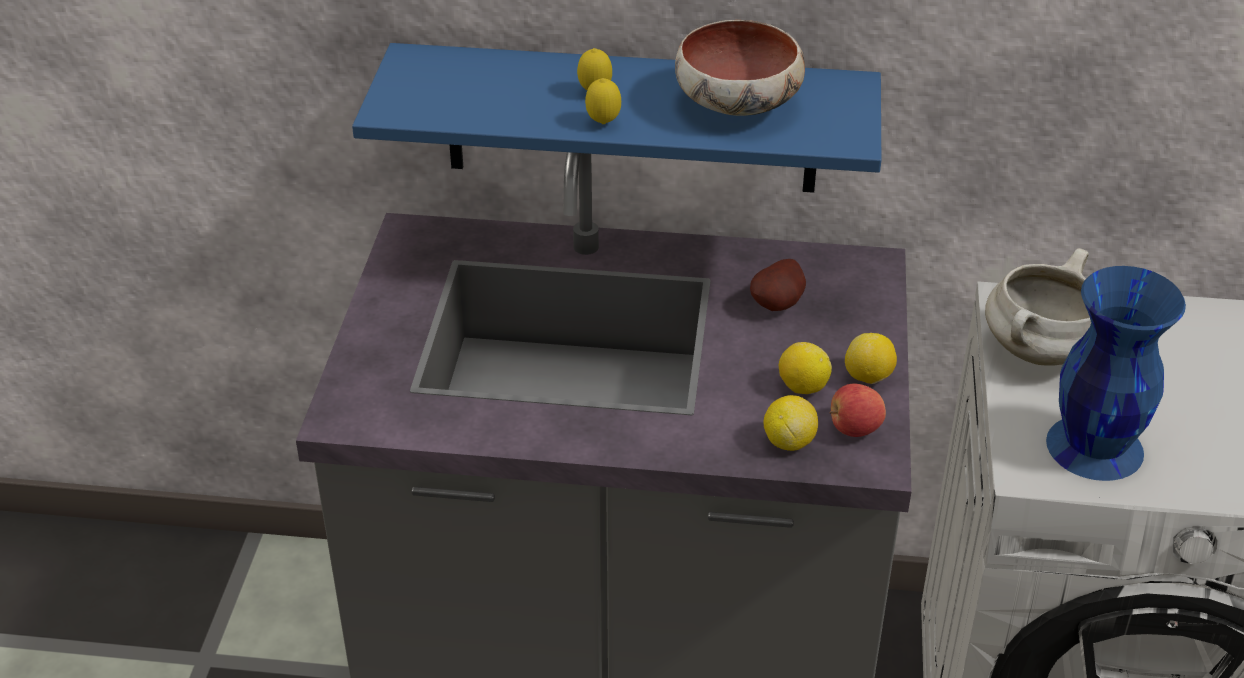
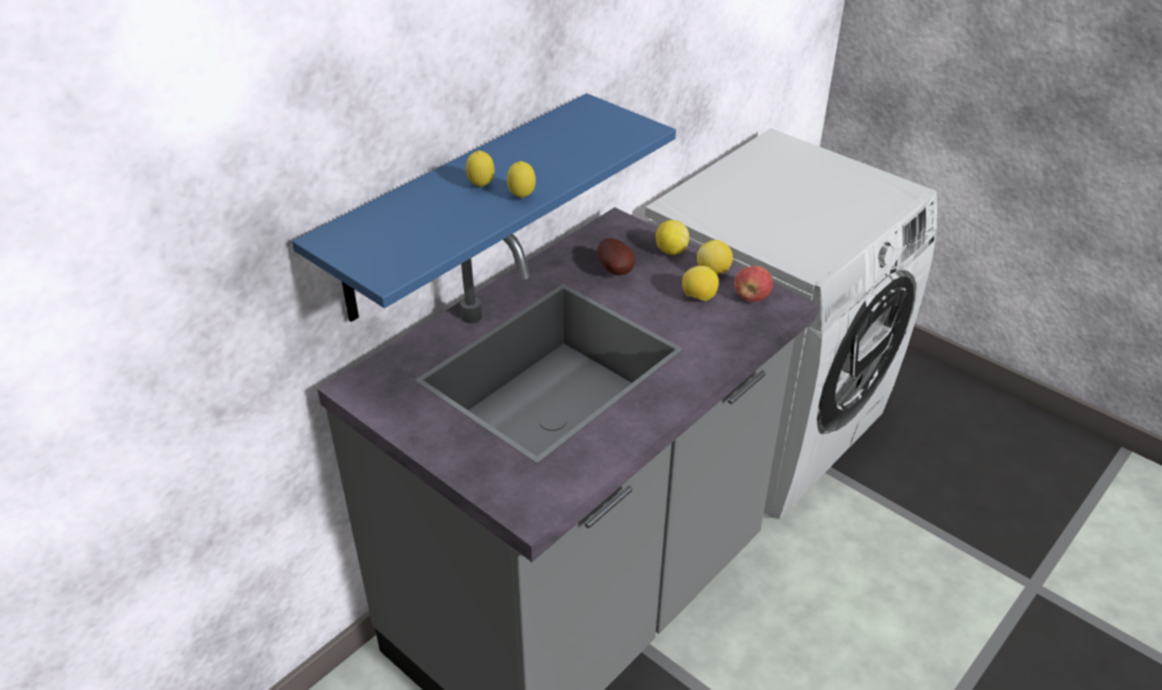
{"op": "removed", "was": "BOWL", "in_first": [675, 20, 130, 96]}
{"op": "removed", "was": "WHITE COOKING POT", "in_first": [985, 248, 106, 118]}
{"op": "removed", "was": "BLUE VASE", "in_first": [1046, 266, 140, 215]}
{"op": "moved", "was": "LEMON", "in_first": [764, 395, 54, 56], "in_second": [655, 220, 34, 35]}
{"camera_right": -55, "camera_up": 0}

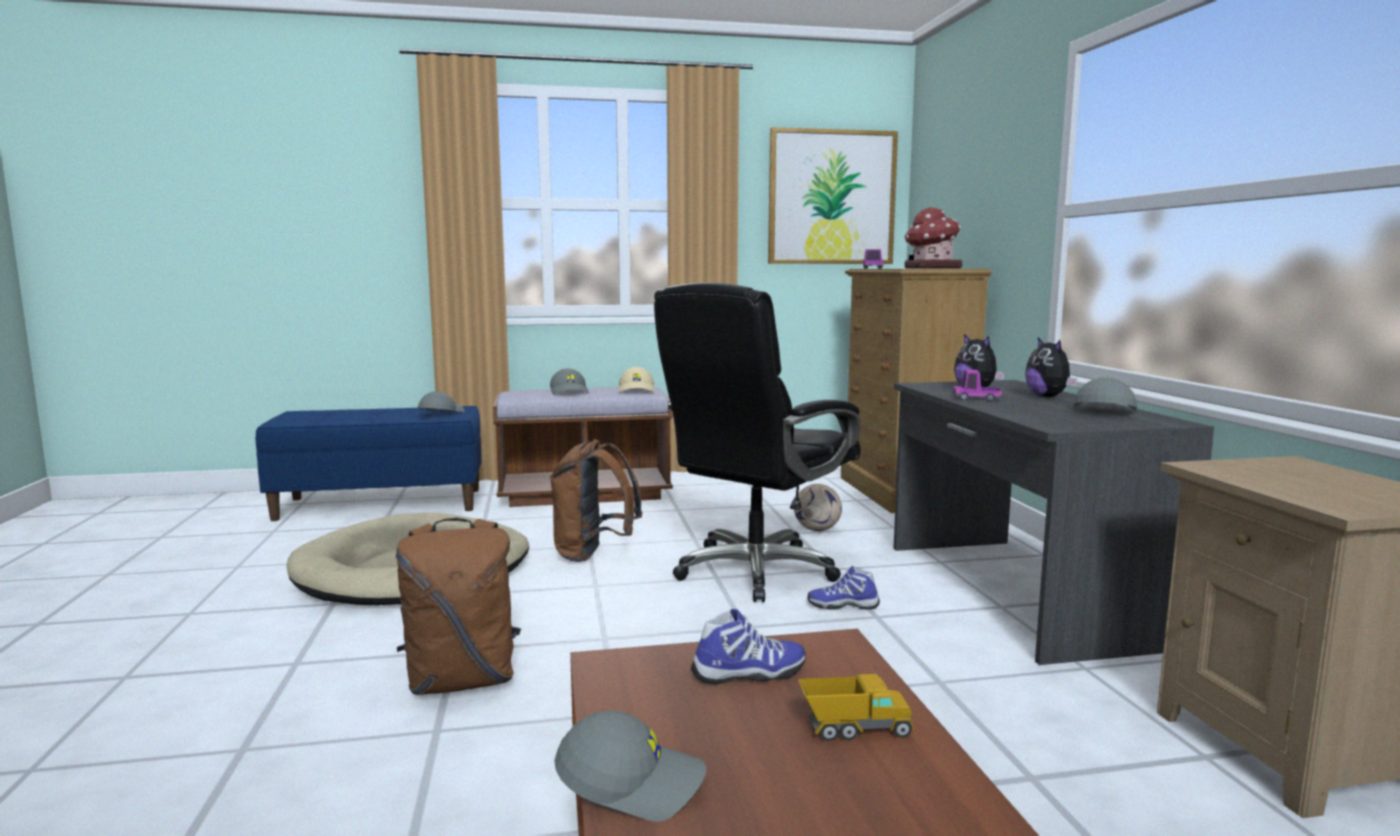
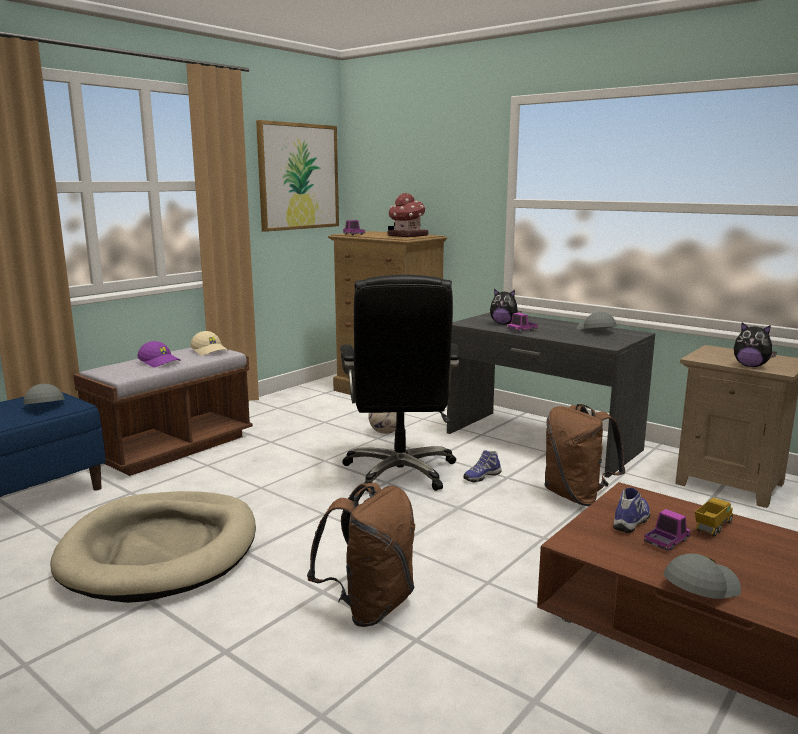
{"op": "added", "now": "TOY TRUCK", "in_second": [644, 509, 47, 42]}
{"op": "moved", "was": "BROWN BACKPACK", "in_first": [550, 439, 93, 123], "in_second": [544, 404, 82, 102]}
{"op": "moved", "was": "PLUSH TOY", "in_first": [1025, 337, 52, 60], "in_second": [734, 322, 43, 45]}
{"op": "recoloured", "was": "GREY CAP", "now": "PURPLE CAP", "in_first": [550, 368, 39, 27], "in_second": [137, 341, 44, 27]}
{"camera_right": -40, "camera_up": 5}

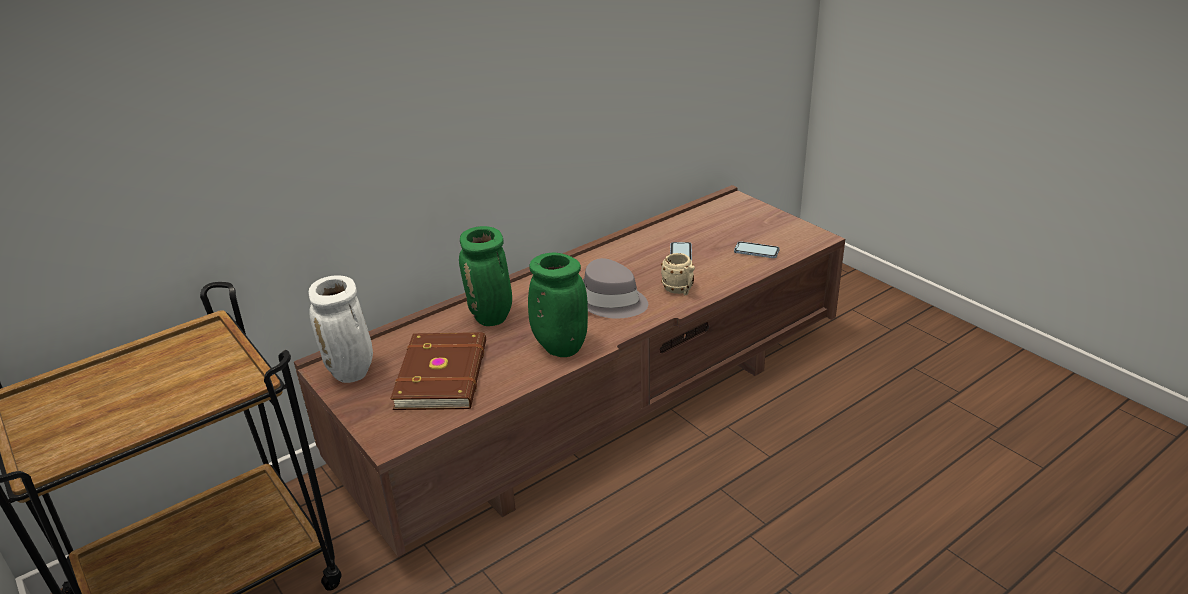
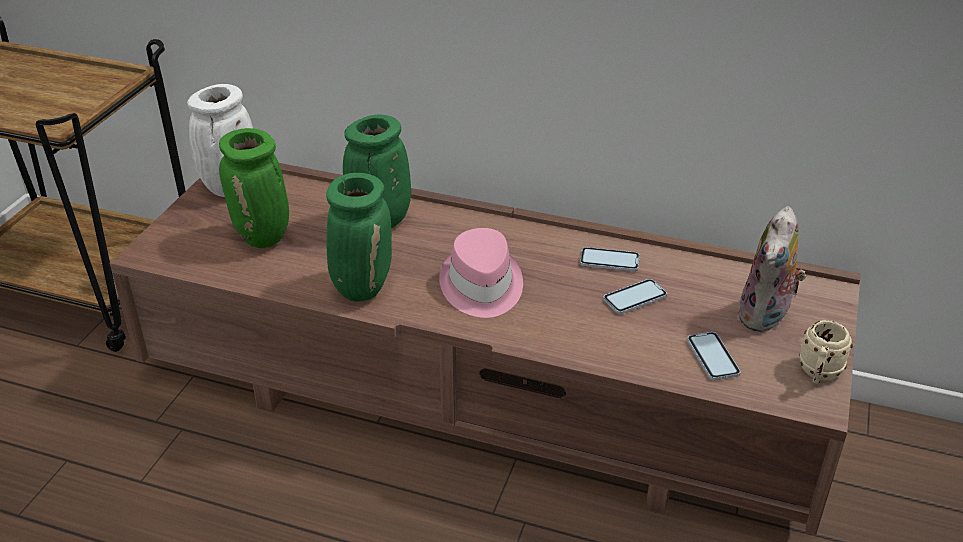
{"op": "added", "now": "PHONE", "in_second": [580, 247, 60, 24]}
{"op": "added", "now": "PLUSH TOY", "in_second": [738, 206, 68, 127]}
{"op": "moved", "was": "BEIGE MUG", "in_first": [661, 253, 34, 42], "in_second": [799, 320, 54, 64]}
{"op": "replaced", "was": "BROWN BOOK", "now": "GREEN VASE", "in_first": [390, 332, 96, 78], "in_second": [219, 128, 70, 120]}
{"op": "recoloured", "was": "GREY HAT", "now": "PINK HAT", "in_first": [583, 258, 65, 61], "in_second": [439, 228, 84, 90]}
{"camera_right": 55, "camera_up": 5}

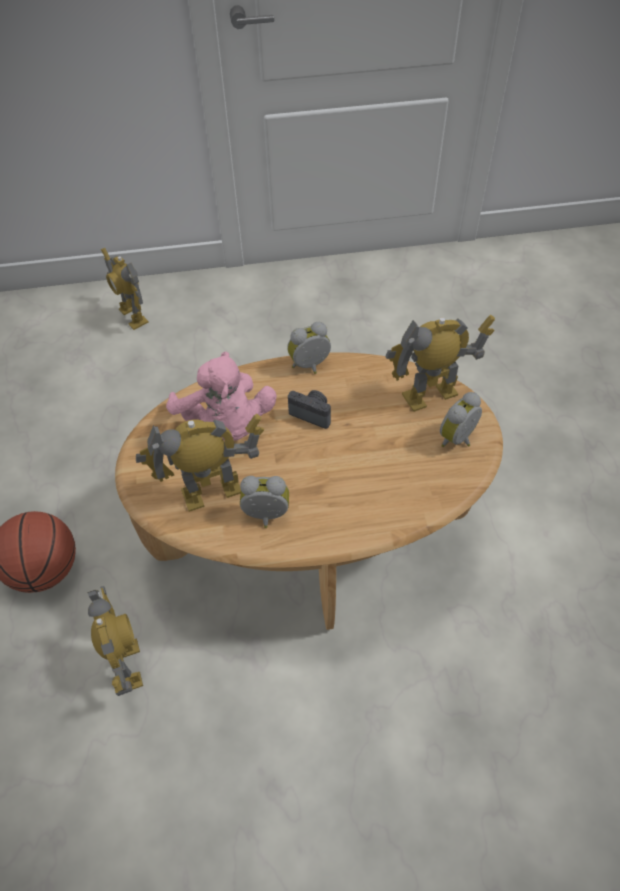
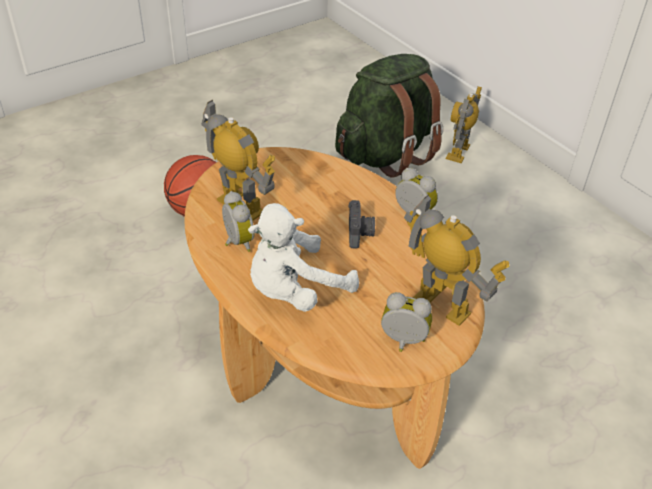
{"op": "removed", "was": "TOY ROBOT", "in_first": [87, 586, 56, 110]}
{"op": "removed", "was": "PINK PLUSH TOY", "in_first": [166, 352, 111, 88]}
{"op": "added", "now": "WHITE PLUSH TOY", "in_second": [248, 203, 111, 109]}
{"op": "added", "now": "GREEN BACKPACK", "in_second": [335, 54, 108, 124]}
{"camera_right": 60, "camera_up": -10}

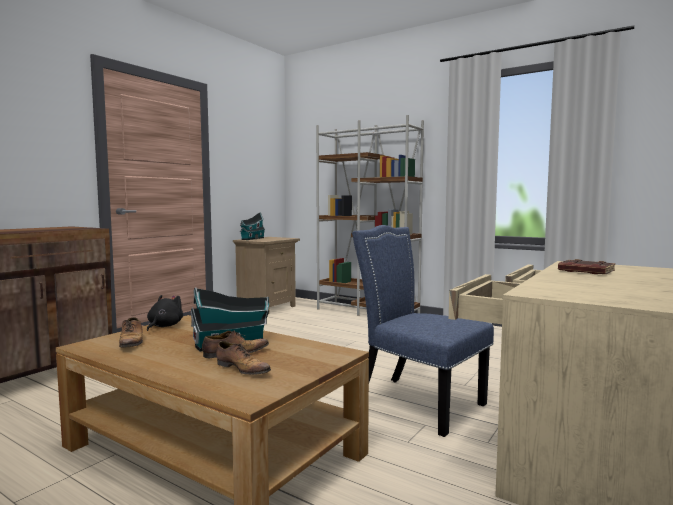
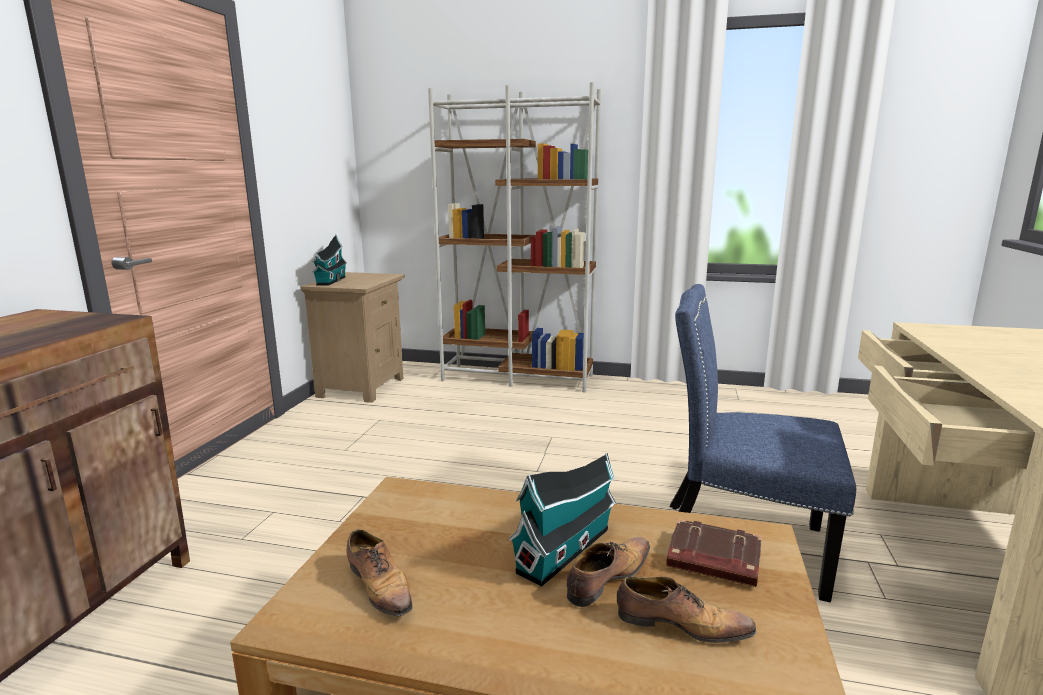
{"op": "removed", "was": "BLACK PLUSH TOY", "in_first": [147, 295, 36, 36]}
{"op": "moved", "was": "BROWN BOOK", "in_first": [558, 259, 57, 15], "in_second": [666, 519, 96, 68]}
{"camera_right": -20, "camera_up": 10}

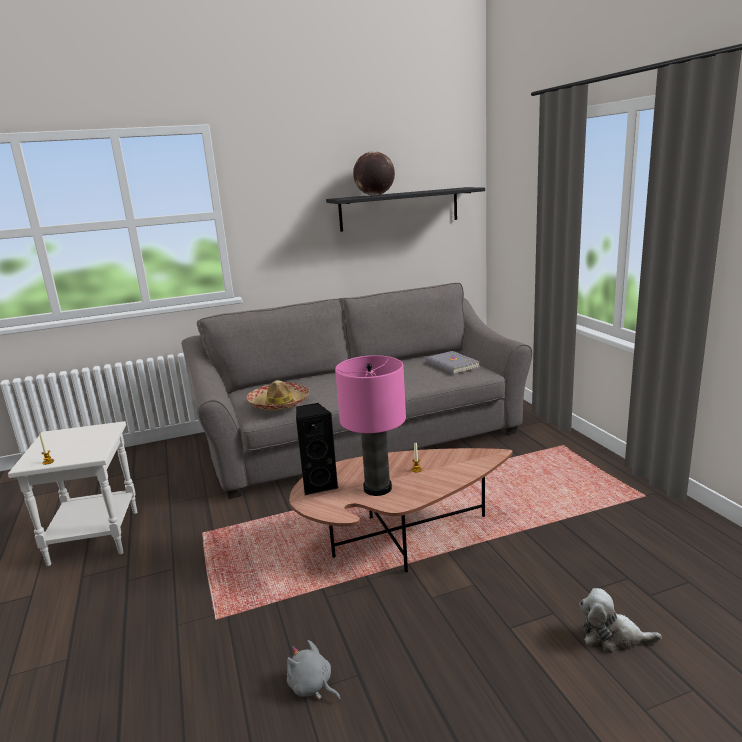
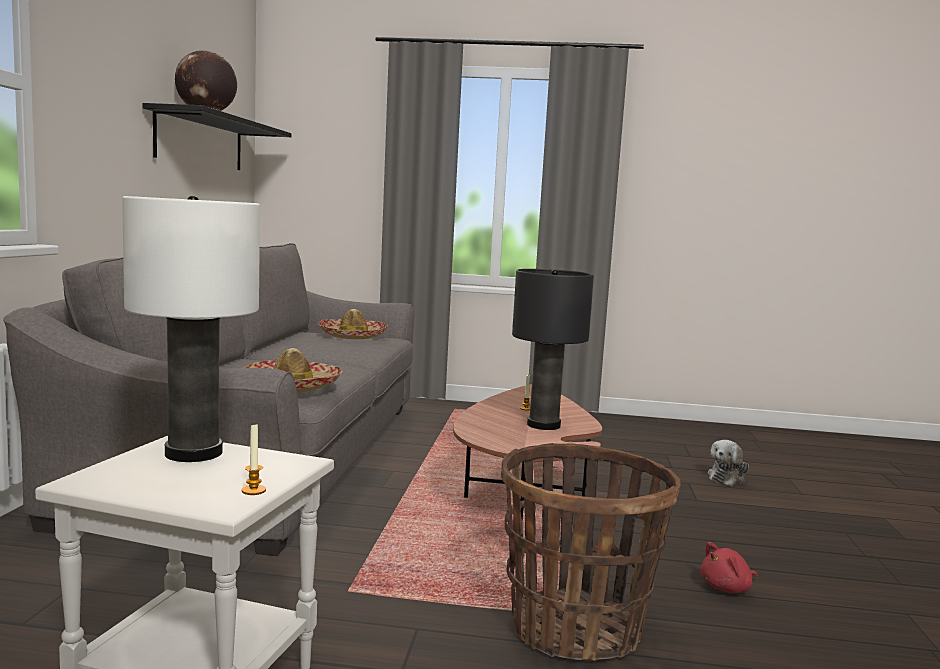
{"op": "removed", "was": "BLACK SPEAKER", "in_first": [296, 403, 43, 92]}
{"op": "added", "now": "WHITE TABLE LAMP", "in_second": [122, 196, 138, 266]}
{"op": "added", "now": "BASKET", "in_second": [501, 443, 179, 218]}
{"op": "replaced", "was": "GREY BOOK", "now": "HAT", "in_first": [426, 351, 54, 23], "in_second": [318, 309, 70, 30]}
{"op": "recoloured", "was": "GREY PLUSH TOY", "now": "RED PLUSH TOY", "in_first": [287, 640, 54, 61], "in_second": [700, 542, 58, 51]}
{"op": "recoloured", "was": "PINK TABLE LAMP", "now": "BLACK TABLE LAMP", "in_first": [335, 355, 71, 141], "in_second": [512, 269, 82, 161]}
{"camera_right": -65, "camera_up": -10}

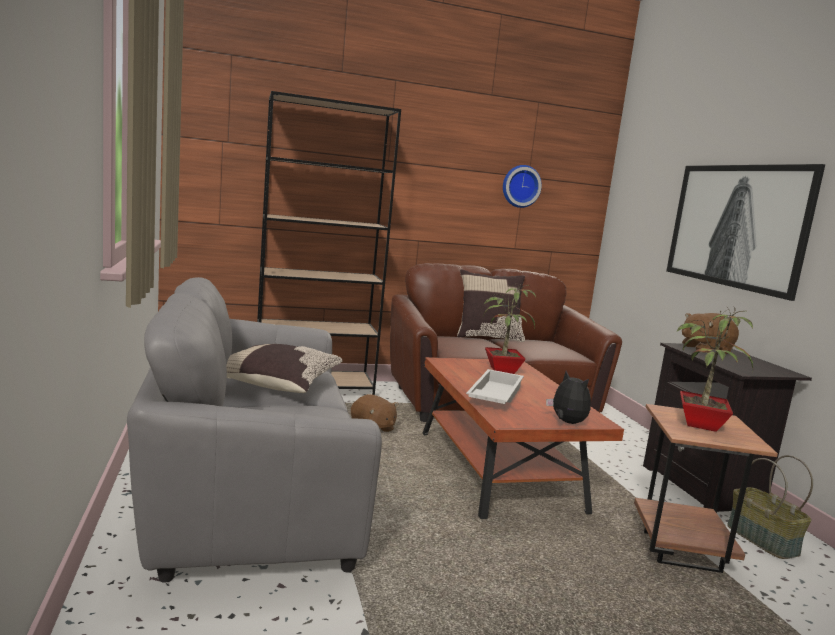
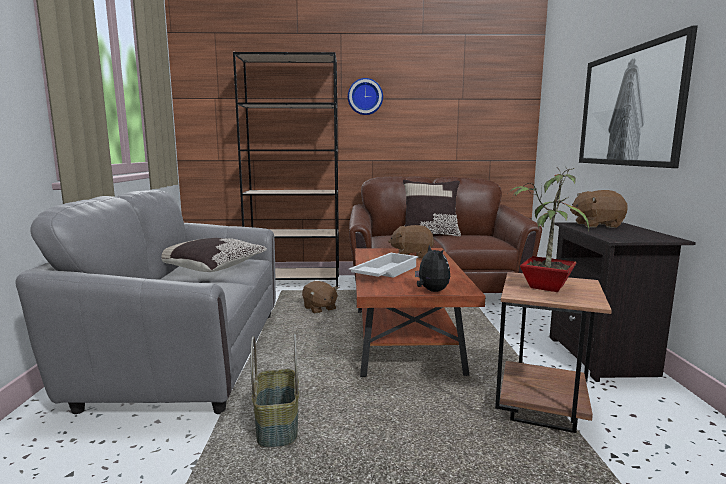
{"op": "moved", "was": "WALL CLOCK", "in_first": [503, 165, 39, 43], "in_second": [348, 78, 35, 37]}
{"op": "moved", "was": "BASKET", "in_first": [727, 455, 86, 104], "in_second": [250, 334, 49, 114]}
{"op": "replaced", "was": "POTTED PLANT", "now": "BROWN PLUSH TOY", "in_first": [483, 283, 53, 91], "in_second": [388, 225, 47, 33]}
{"camera_right": 15, "camera_up": 0}

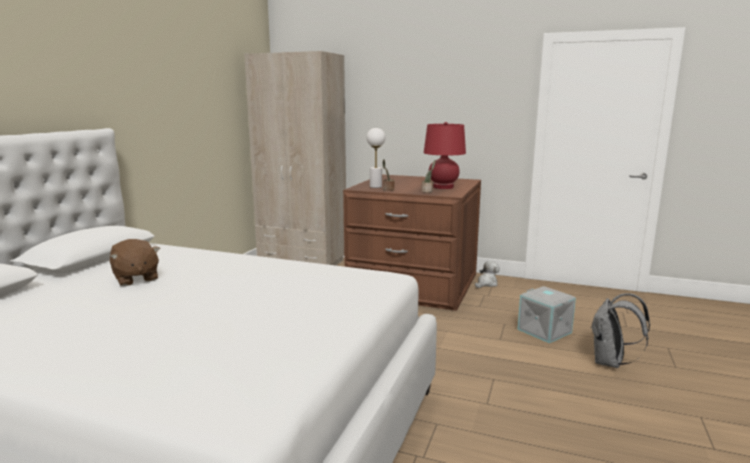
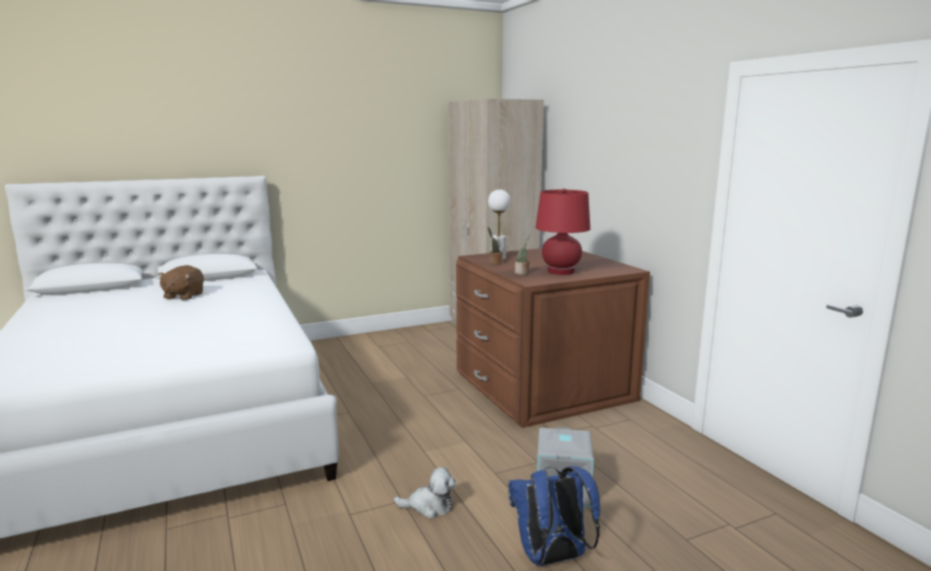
{"op": "moved", "was": "PLUSH TOY", "in_first": [475, 261, 25, 27], "in_second": [394, 467, 62, 51]}
{"op": "recoloured", "was": "GREY BACKPACK", "now": "BLUE BACKPACK", "in_first": [591, 293, 59, 75], "in_second": [508, 466, 92, 100]}
{"camera_right": 45, "camera_up": 0}

